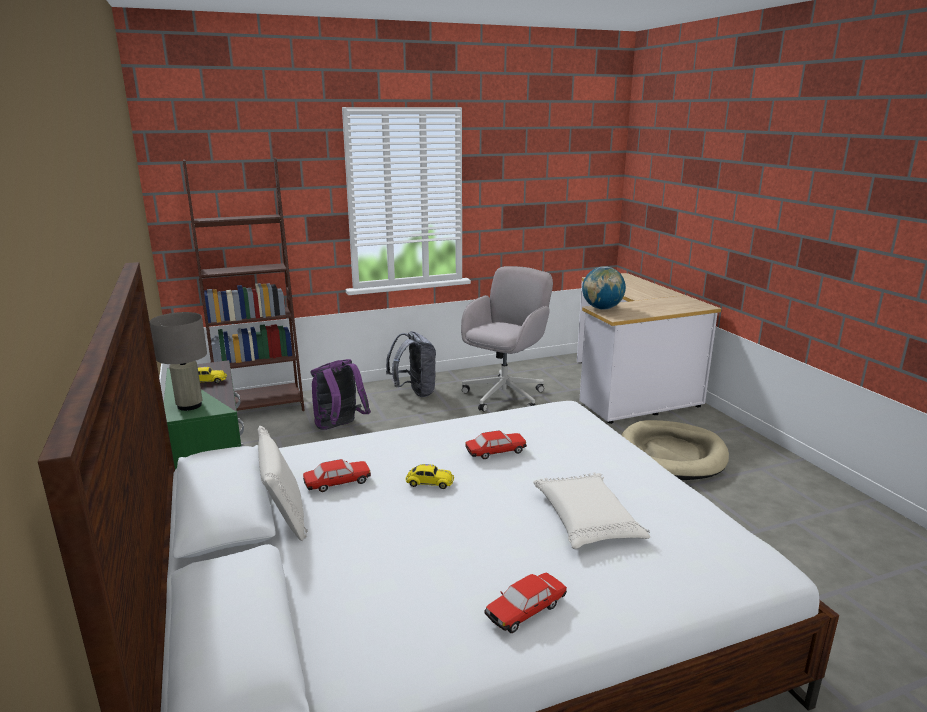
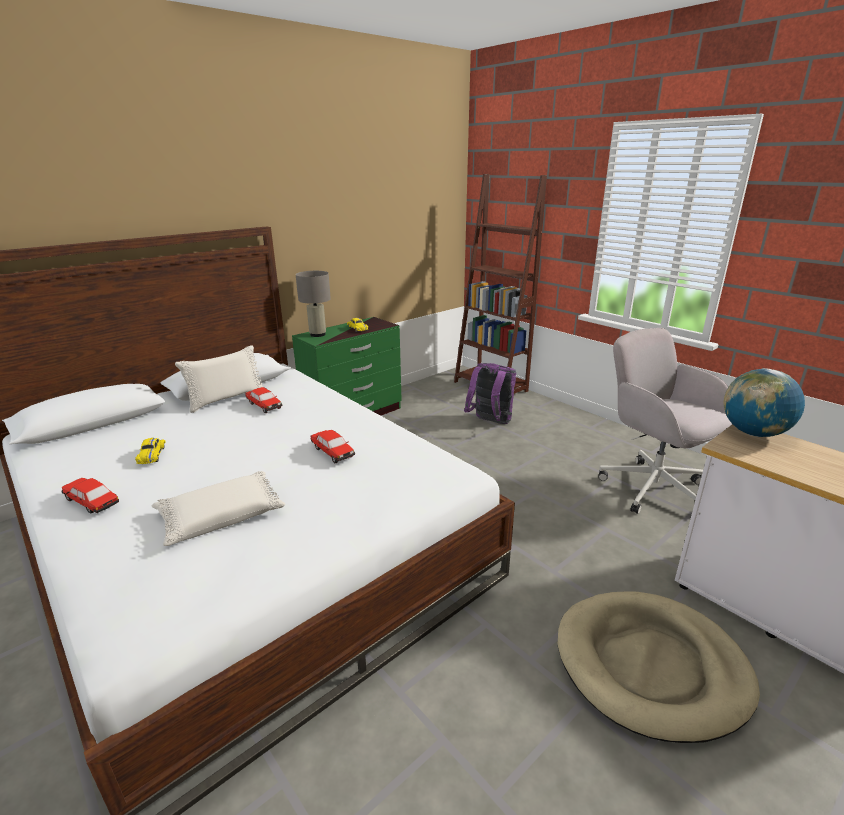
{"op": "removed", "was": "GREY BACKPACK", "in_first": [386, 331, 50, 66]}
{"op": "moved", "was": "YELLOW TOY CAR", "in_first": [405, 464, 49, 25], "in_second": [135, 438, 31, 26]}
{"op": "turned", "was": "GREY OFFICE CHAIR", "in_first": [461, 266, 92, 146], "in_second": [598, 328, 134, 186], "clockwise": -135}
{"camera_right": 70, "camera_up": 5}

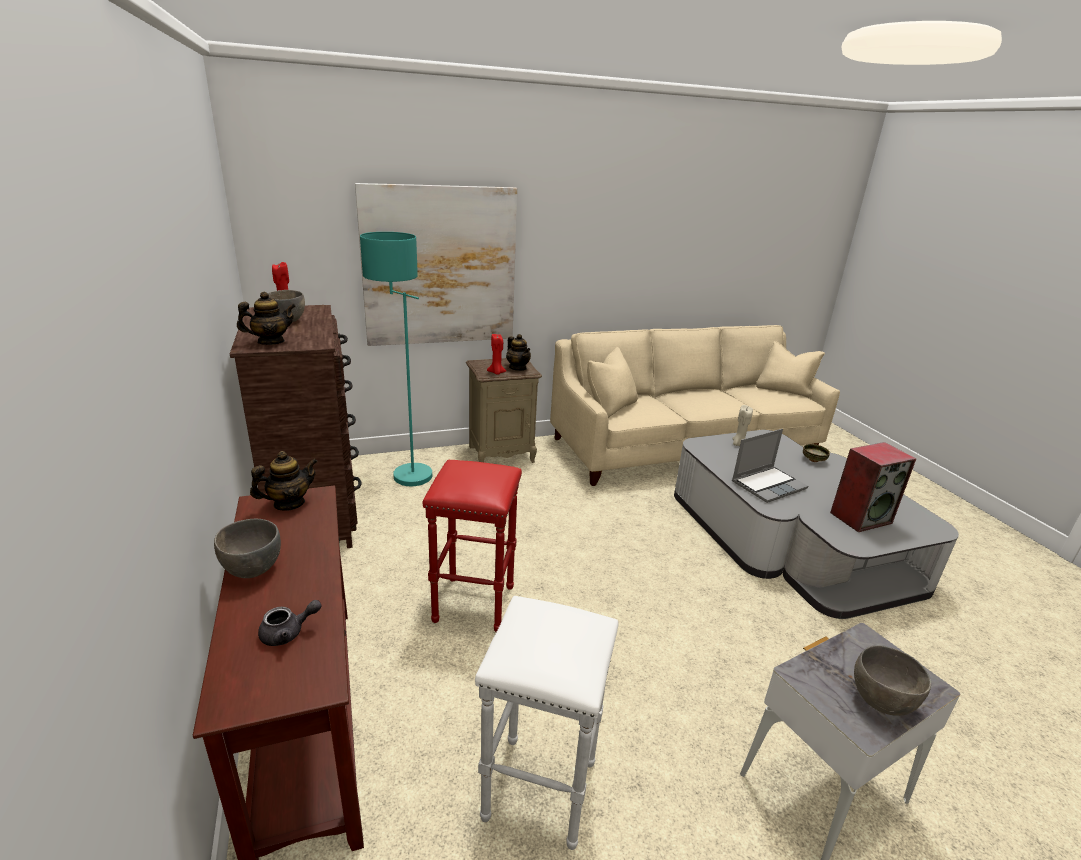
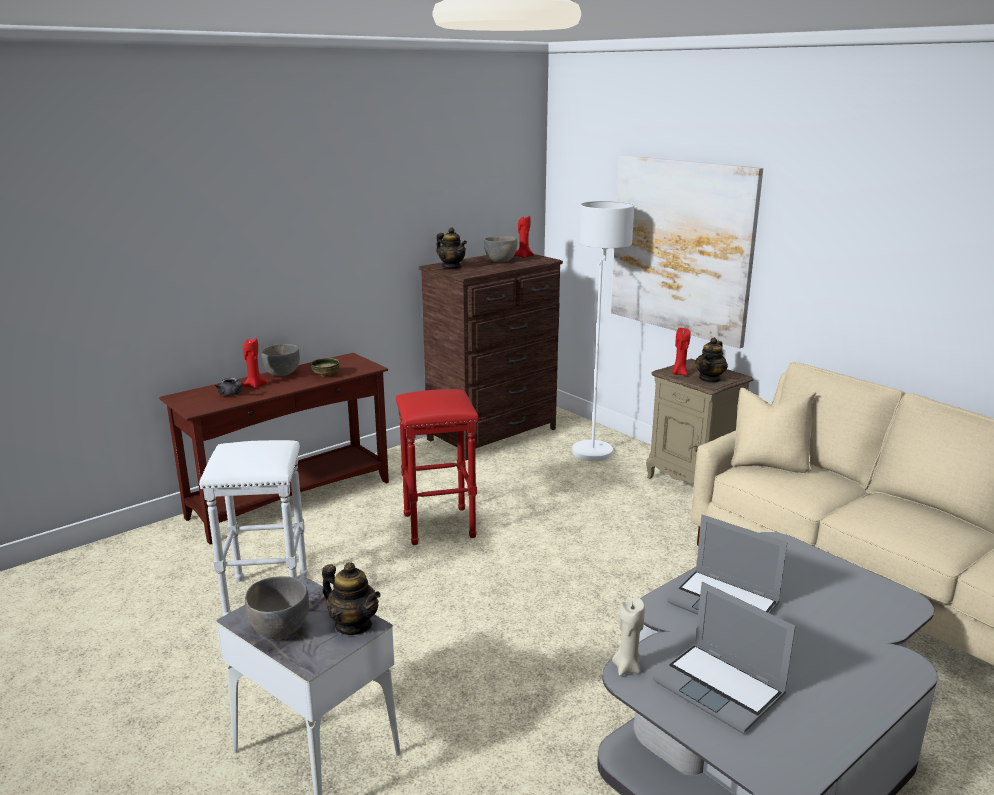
{"op": "added", "now": "RED CANDLE", "in_second": [243, 338, 24, 51]}
{"op": "moved", "was": "TEAPOT", "in_first": [250, 451, 68, 60], "in_second": [322, 562, 58, 73]}
{"op": "moved", "was": "BEIGE CANDLE", "in_first": [732, 405, 21, 41], "in_second": [612, 597, 33, 79]}
{"op": "moved", "was": "BOWL", "in_first": [803, 444, 27, 18], "in_second": [311, 358, 28, 19]}
{"op": "replaced", "was": "SPEAKER", "now": "LAPTOP", "in_first": [830, 442, 86, 90], "in_second": [653, 582, 142, 152]}
{"op": "recoloured", "was": "TURQUOISE FLOOR LAMP", "now": "WHITE FLOOR LAMP", "in_first": [360, 232, 72, 254], "in_second": [573, 201, 61, 260]}
{"camera_right": 70, "camera_up": -5}

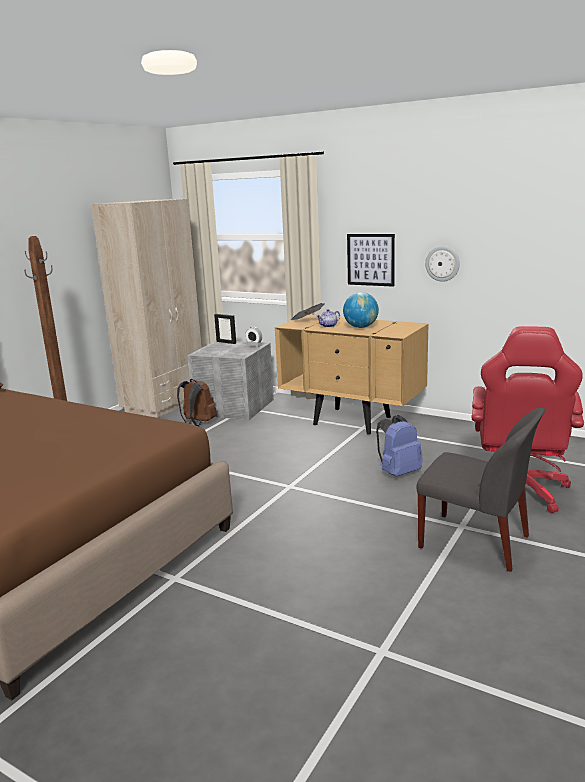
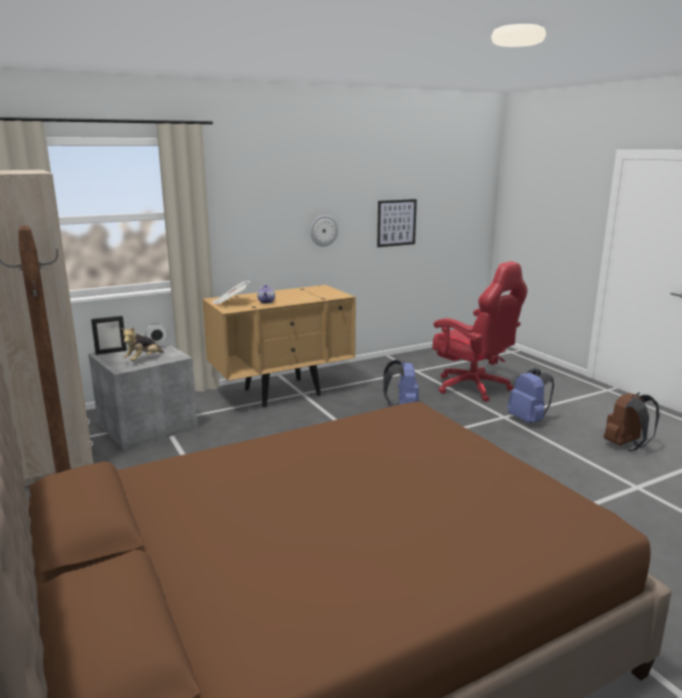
{"op": "removed", "was": "GLOBE", "in_first": [343, 292, 36, 36]}
{"op": "added", "now": "PLUSH TOY", "in_second": [121, 327, 43, 34]}
{"op": "moved", "was": "BROWN BACKPACK", "in_first": [177, 379, 40, 47], "in_second": [604, 392, 56, 59]}
{"op": "moved", "was": "PICTURE", "in_first": [347, 234, 48, 53], "in_second": [377, 199, 40, 48]}
{"op": "replaced", "was": "GREY CHAIR", "now": "BLUE BACKPACK", "in_first": [417, 408, 128, 164], "in_second": [508, 368, 46, 55]}
{"camera_right": -60, "camera_up": 0}

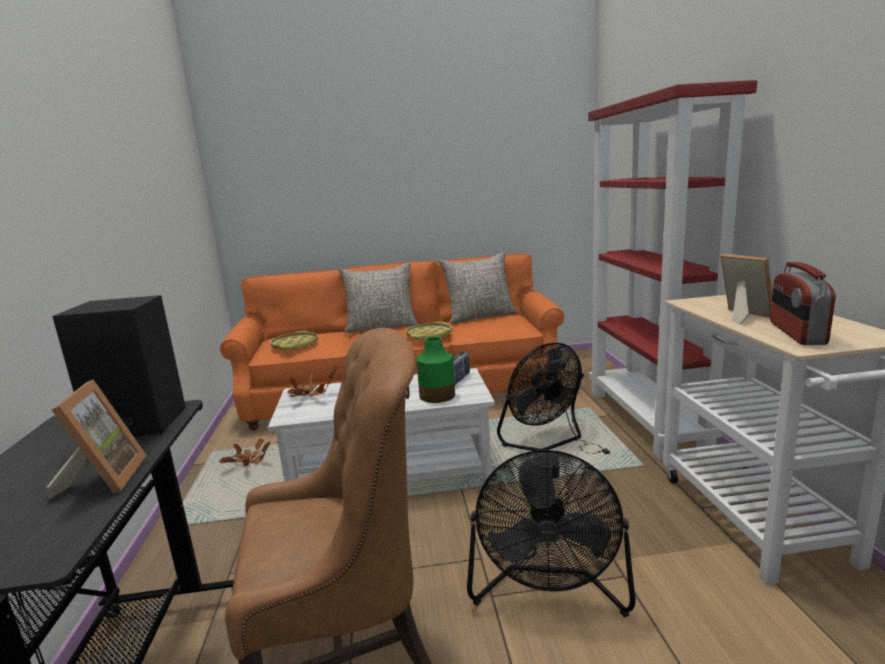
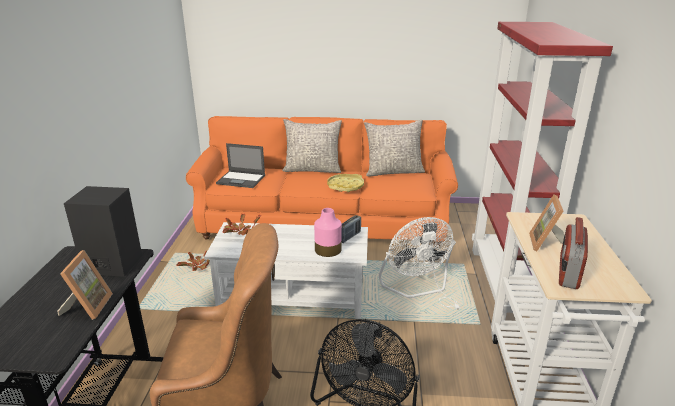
{"op": "replaced", "was": "YELLOW TRAY", "now": "LAPTOP", "in_first": [270, 331, 48, 20], "in_second": [216, 143, 49, 45]}
{"op": "recoloured", "was": "GREEN VASE", "now": "PINK VASE", "in_first": [416, 337, 39, 66], "in_second": [314, 208, 28, 49]}
{"op": "recoloured", "was": "BLACK FAN", "now": "WHITE FAN", "in_first": [497, 343, 113, 111], "in_second": [379, 217, 81, 93]}
{"op": "turned", "was": "PICTURE FRAME", "in_first": [721, 254, 51, 70], "in_second": [529, 195, 35, 56], "clockwise": -150}
{"camera_right": 10, "camera_up": 10}

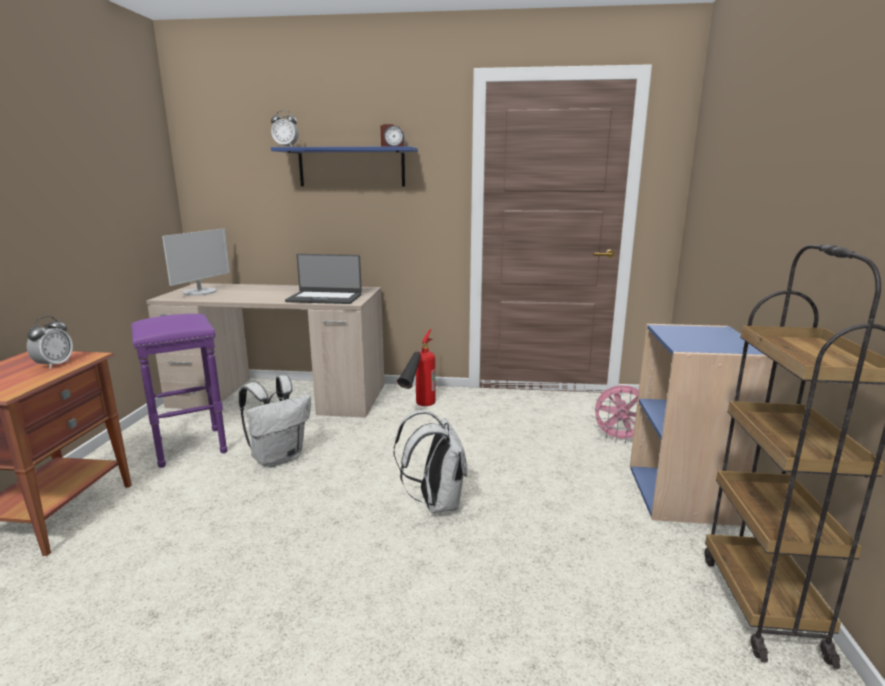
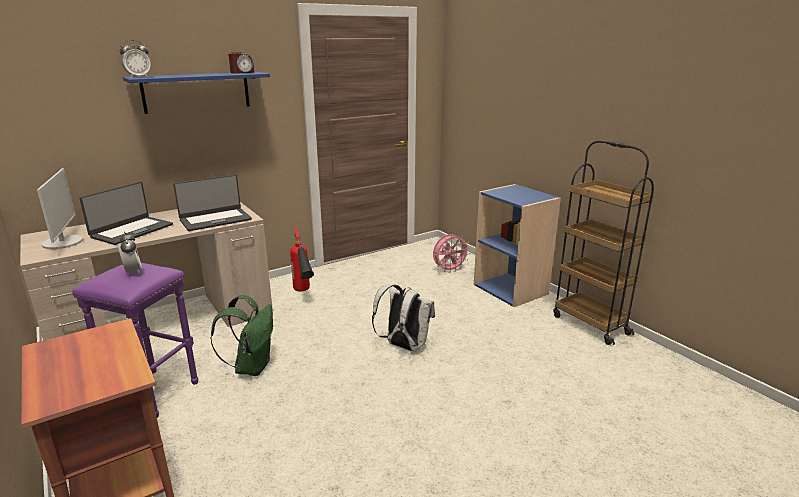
{"op": "added", "now": "LAPTOP", "in_second": [79, 182, 94, 63]}
{"op": "moved", "was": "ALARM CLOCK", "in_first": [27, 316, 46, 53], "in_second": [118, 231, 24, 43]}
{"op": "recoloured", "was": "WHITE BACKPACK", "now": "GREEN BACKPACK", "in_first": [239, 375, 72, 93], "in_second": [210, 295, 63, 81]}
{"camera_right": -40, "camera_up": 5}

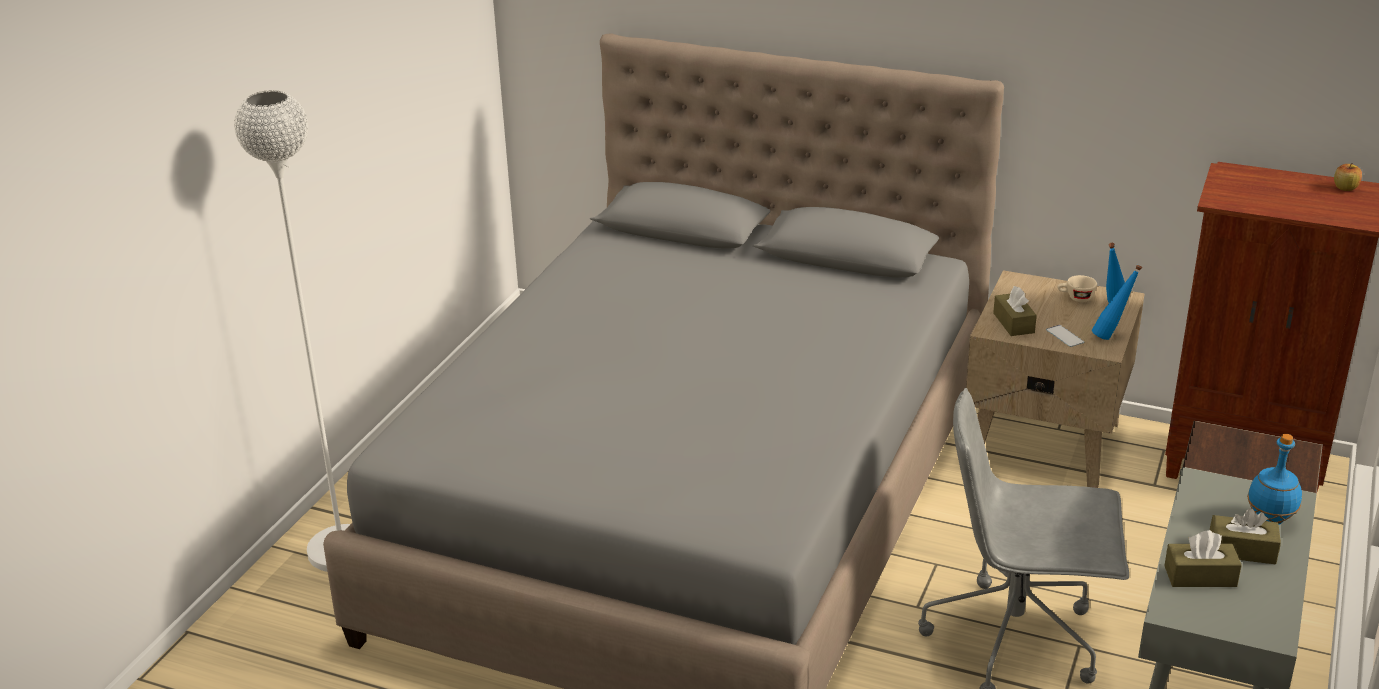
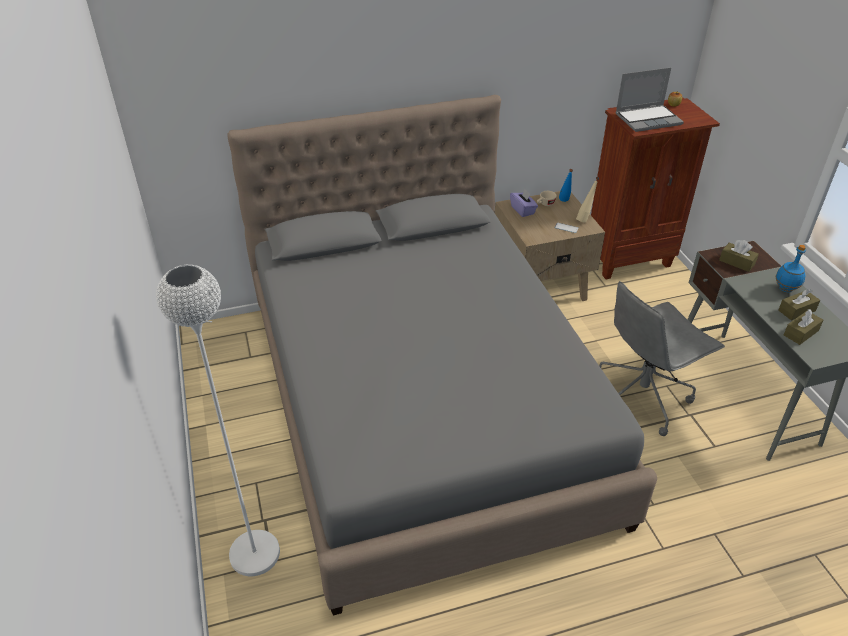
{"op": "added", "now": "PURPLE TISSUE BOX", "in_second": [510, 189, 28, 28]}
{"op": "added", "now": "LAPTOP", "in_second": [615, 67, 69, 65]}
{"op": "moved", "was": "BROWN TISSUE BOX", "in_first": [993, 286, 44, 50], "in_second": [719, 240, 40, 32]}
{"op": "recoloured", "was": "BLUE BOTTLE", "now": "BEIGE BOTTLE", "in_first": [1092, 265, 50, 75], "in_second": [576, 177, 23, 46]}
{"camera_right": -40, "camera_up": 10}

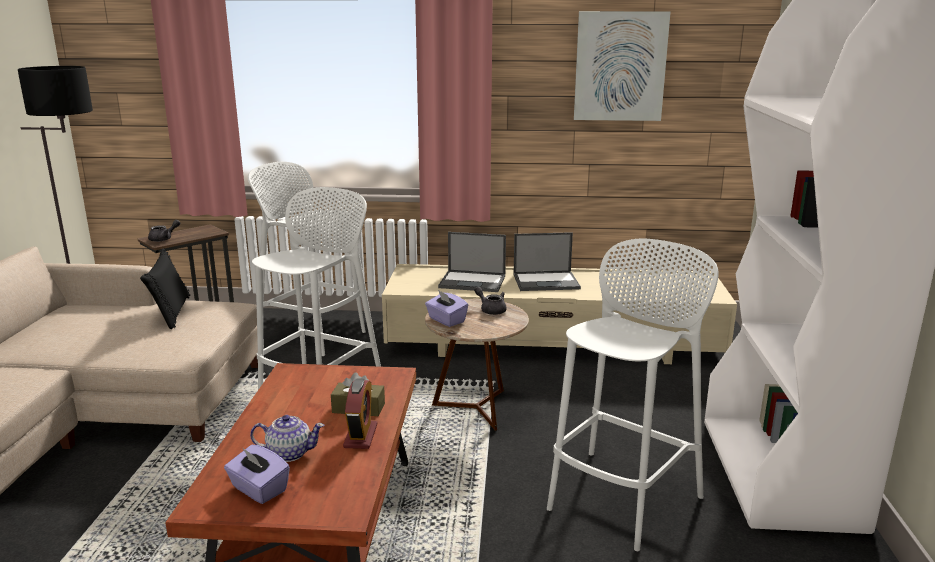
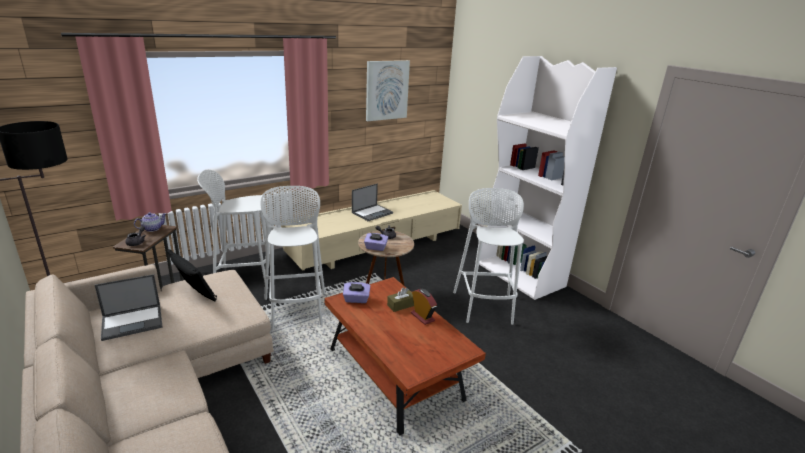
{"op": "moved", "was": "PURPLE TISSUE BOX", "in_first": [224, 445, 66, 59], "in_second": [343, 282, 27, 21]}
{"op": "moved", "was": "TEAPOT", "in_first": [250, 415, 74, 47], "in_second": [134, 212, 33, 20]}
{"op": "moved", "was": "LAPTOP", "in_first": [438, 232, 68, 60], "in_second": [95, 274, 68, 67]}
{"camera_right": -40, "camera_up": 5}

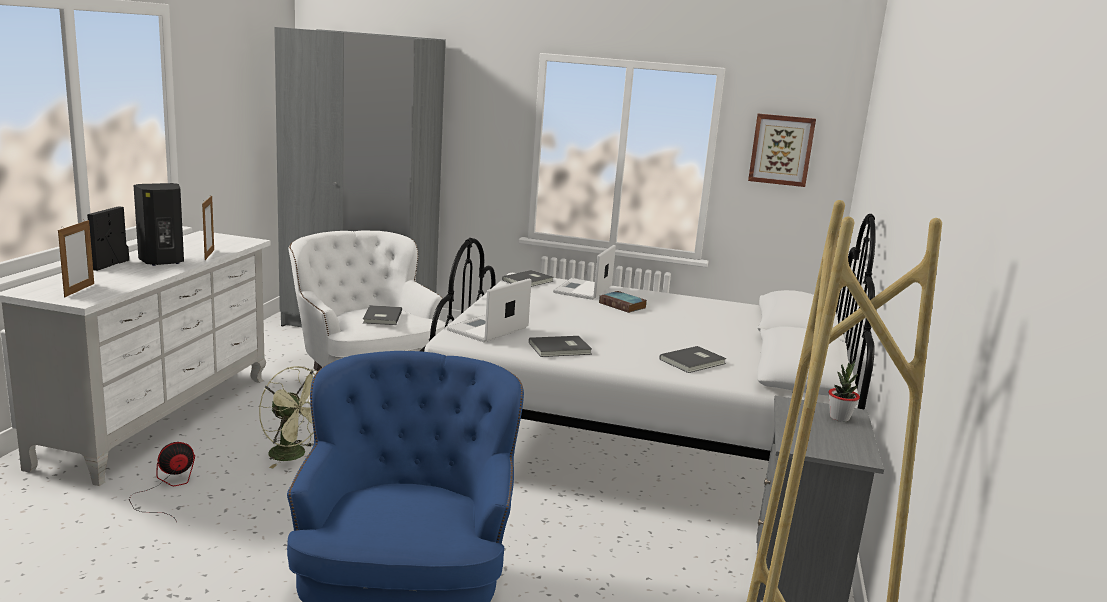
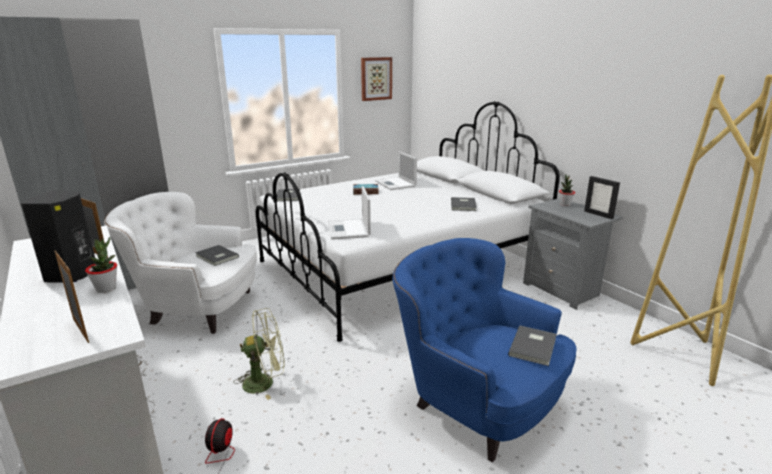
{"op": "added", "now": "POTTED PLANT", "in_second": [85, 237, 32, 56]}
{"op": "moved", "was": "PICTURE FRAME", "in_first": [87, 206, 42, 65], "in_second": [584, 176, 36, 43]}
{"op": "moved", "was": "GREY BOOK", "in_first": [529, 336, 63, 21], "in_second": [508, 325, 48, 41]}
{"op": "moved", "was": "LAPTOP", "in_first": [553, 245, 63, 55], "in_second": [375, 151, 42, 39]}
{"camera_right": -45, "camera_up": 5}

